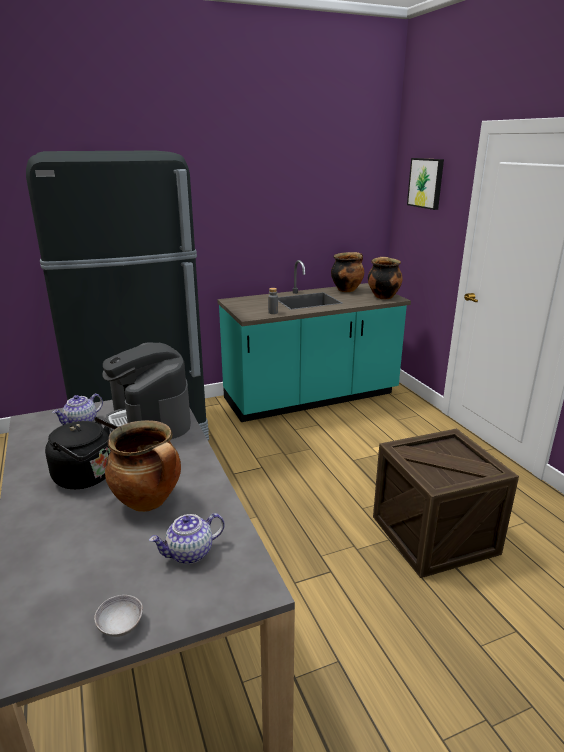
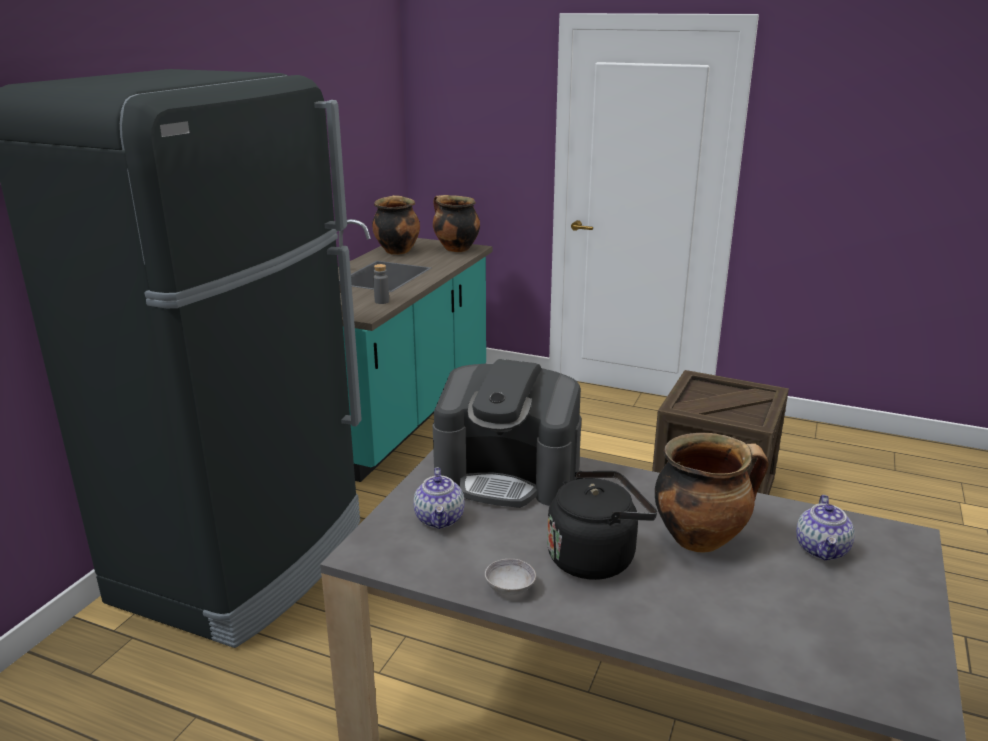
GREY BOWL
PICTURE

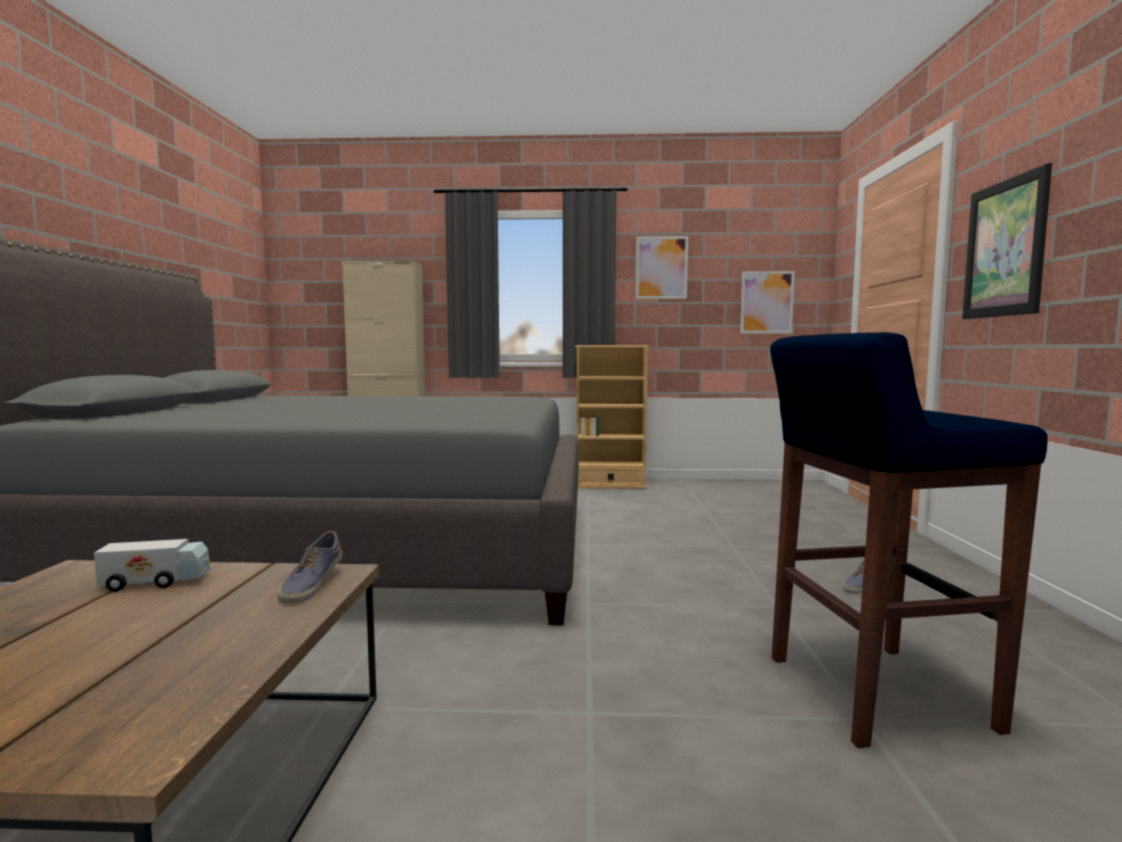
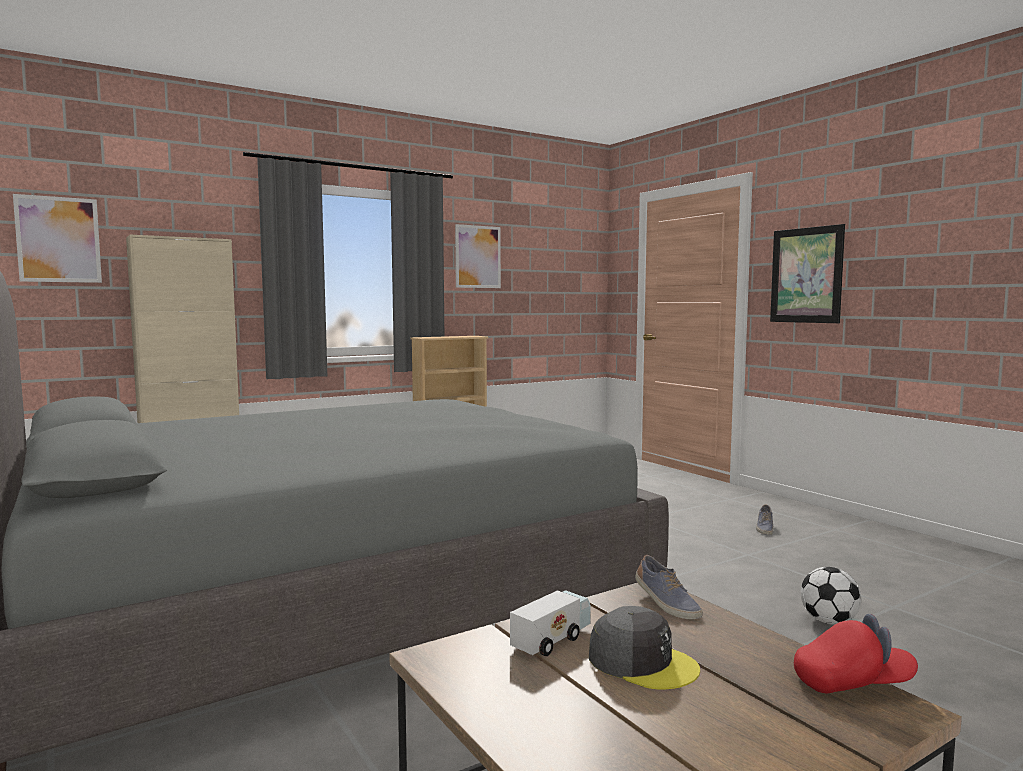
PICTURE (1st from left)
GREY CAP
RED CAP
FOOTBALL
BLUE STOOL

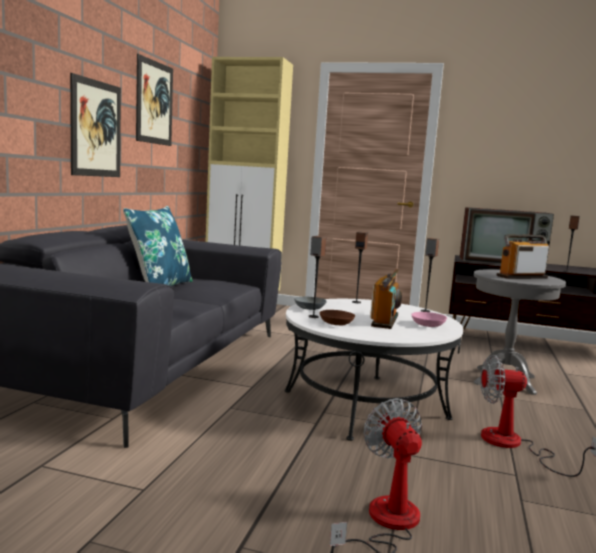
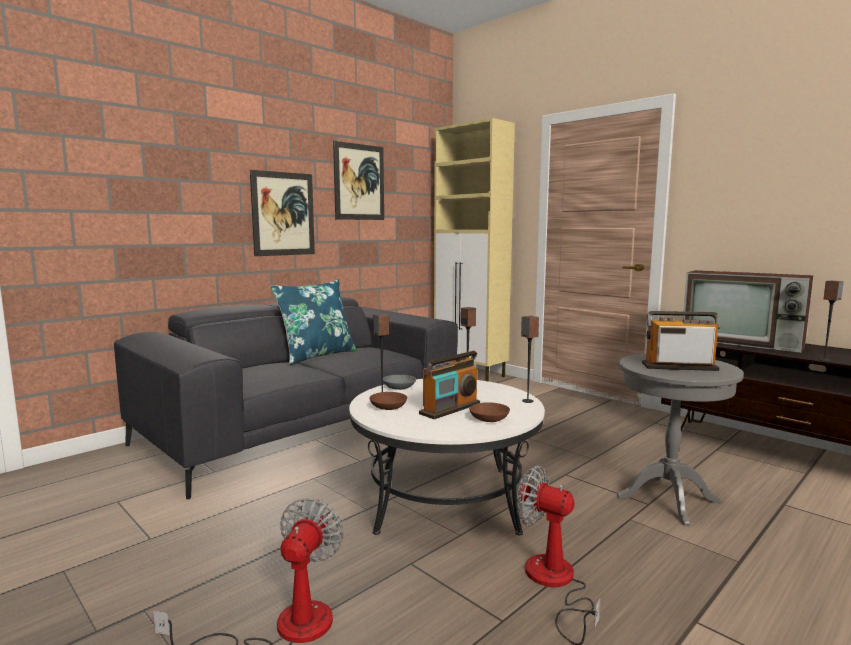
BROWN BOWL (2nd from left)

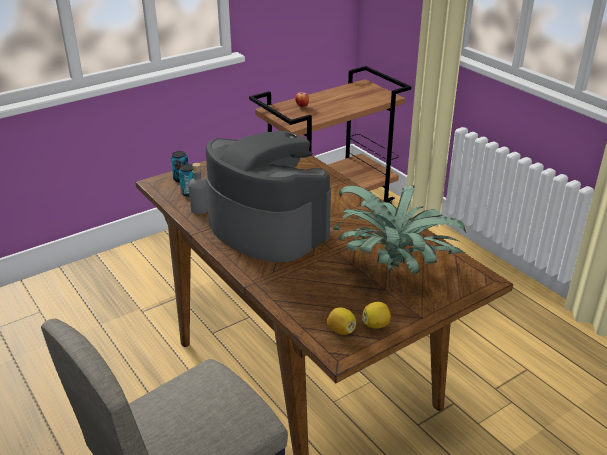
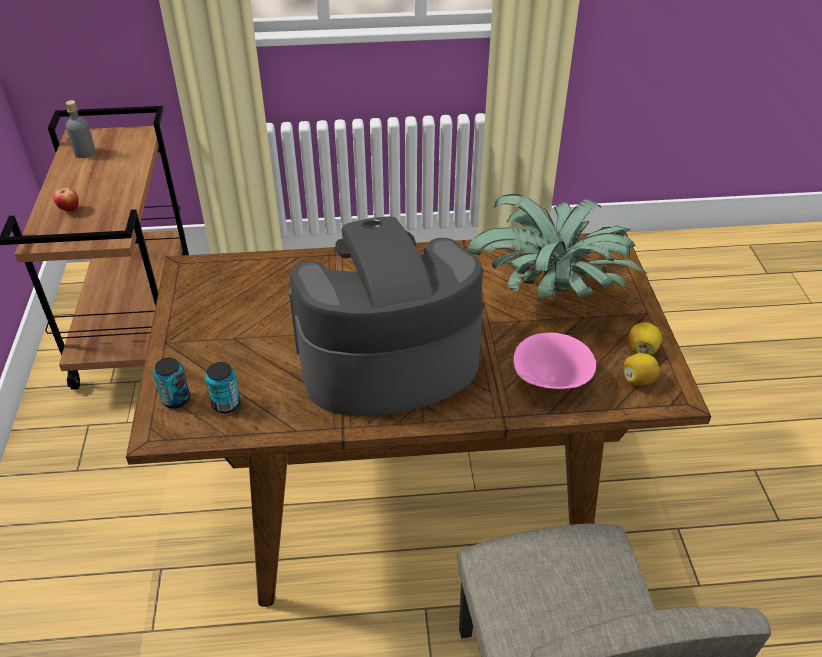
GREY BOTTLE
PINK BOWL

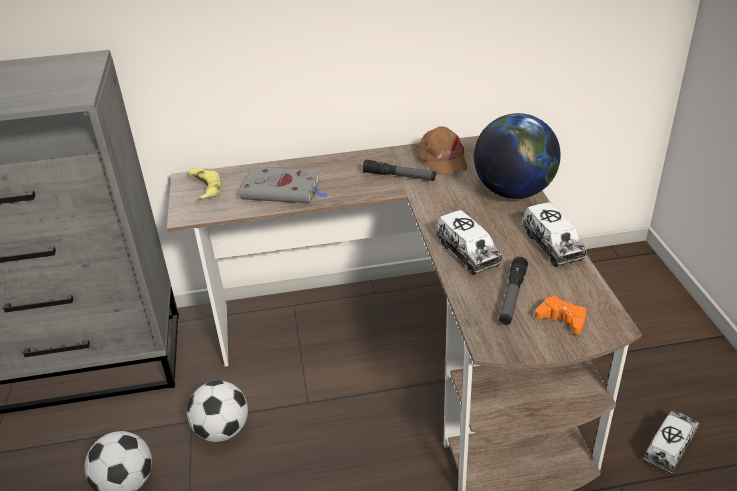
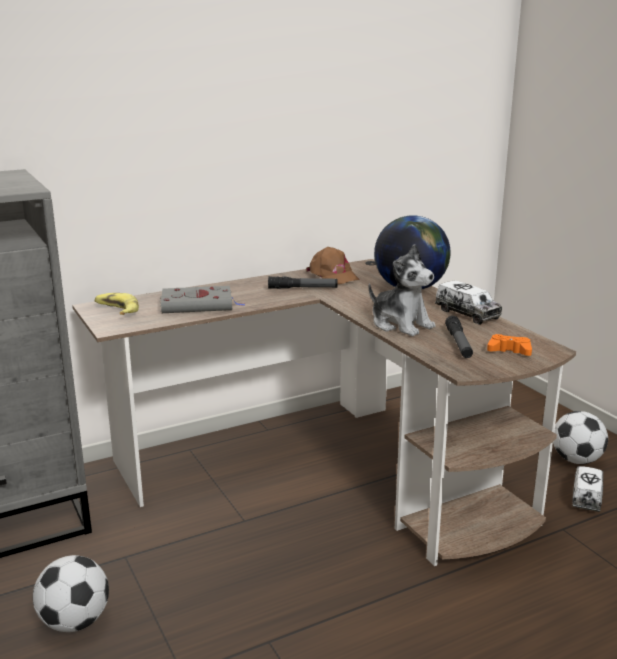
PLUSH TOY
FOOTBALL (2nd from left)

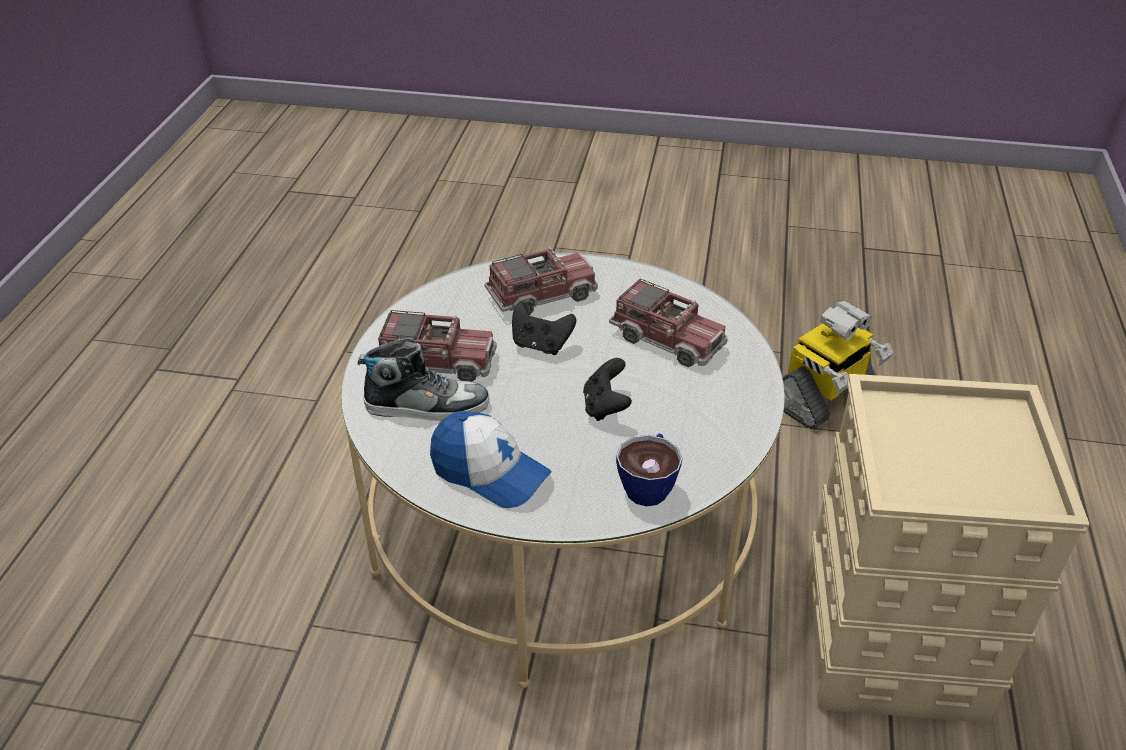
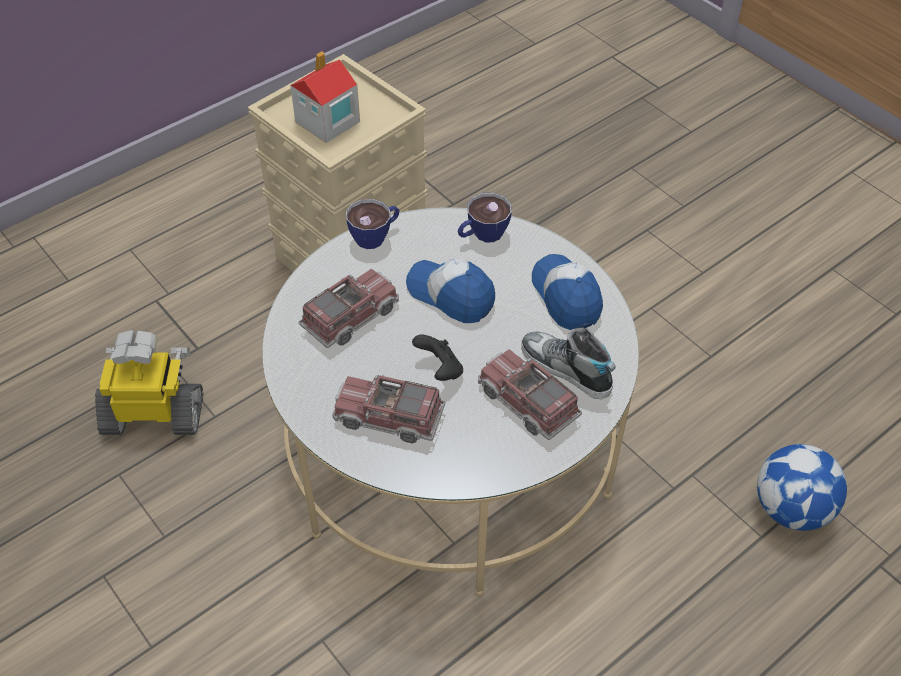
TOY HOUSE
TOY TRUCK (1st from left)
CUP (1st from left)
CAP (1st from left)
FOOTBALL

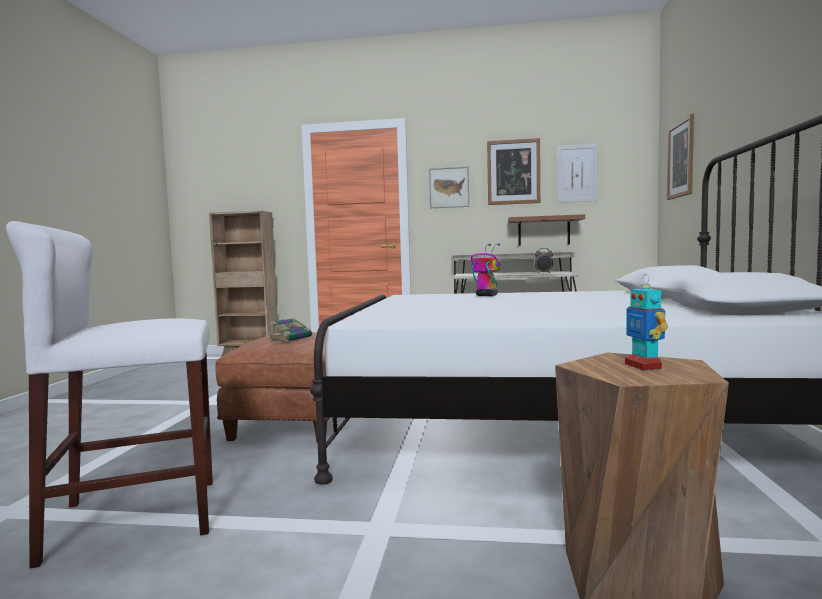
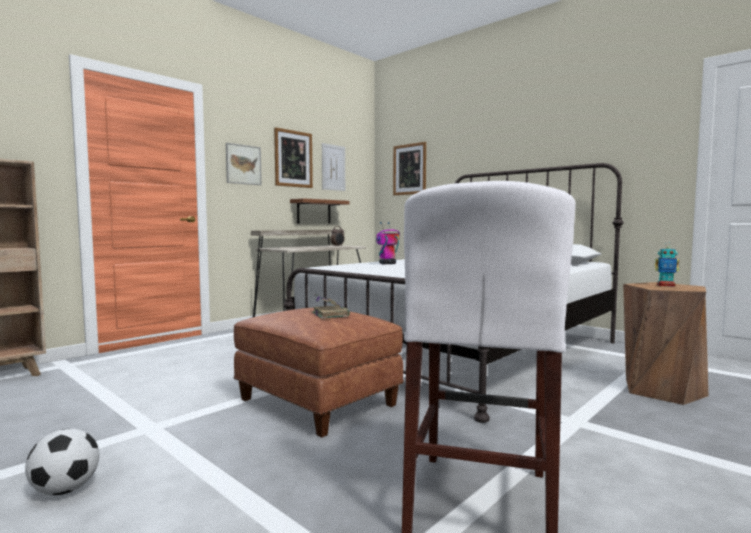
FOOTBALL

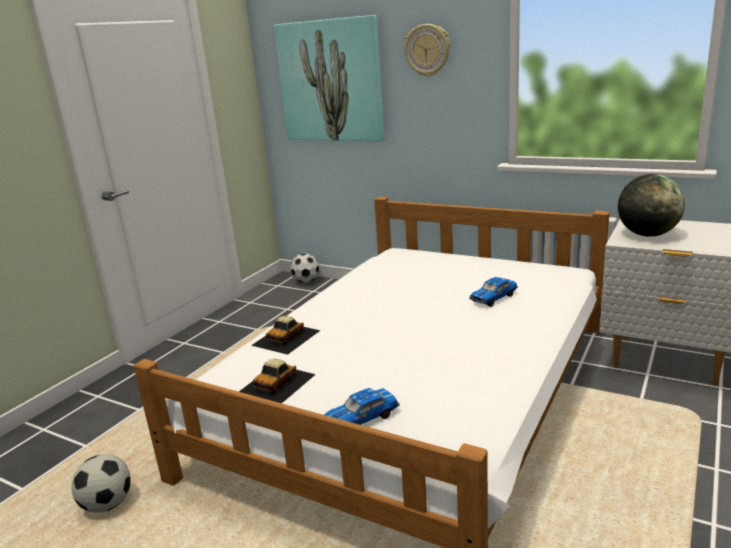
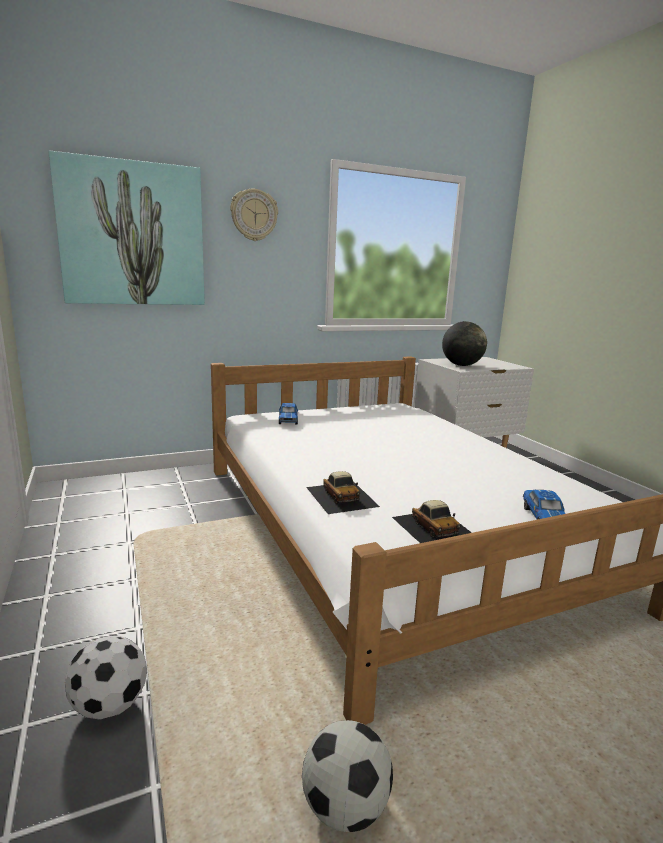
FOOTBALL (1st from left)
TOY CAR (1st from left)

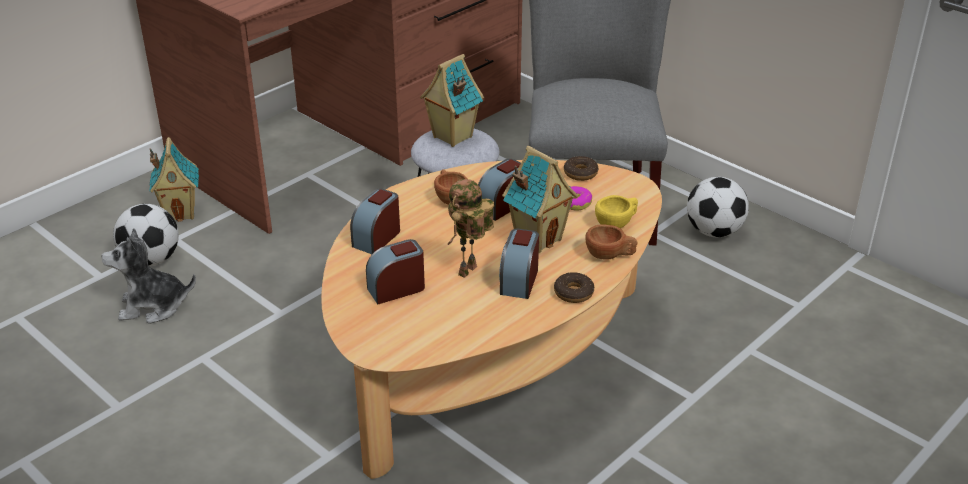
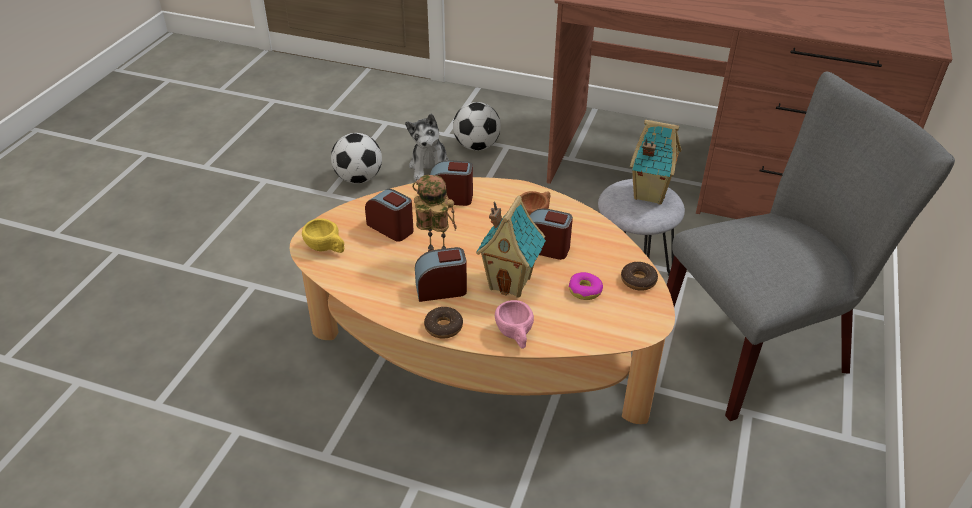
YELLOW CUP
FOOTBALL (1st from left)
PLUSH TOY
PINK CUP
TOY HOUSE (1st from left in the first image)

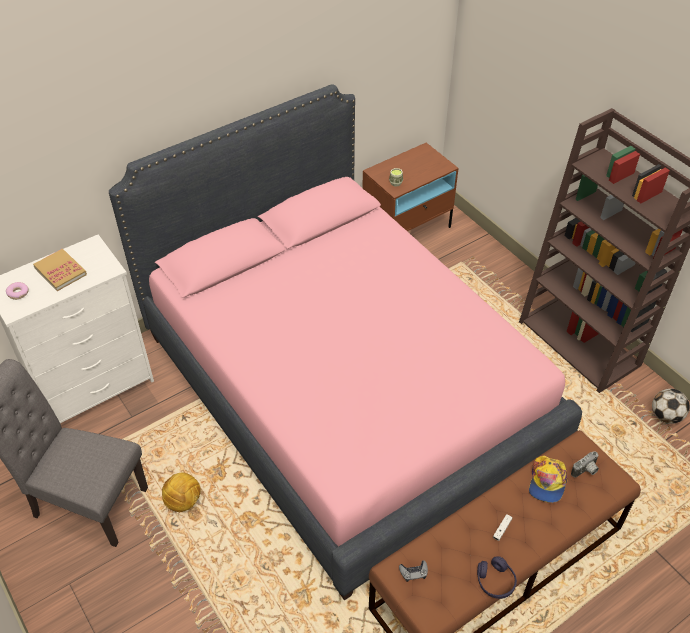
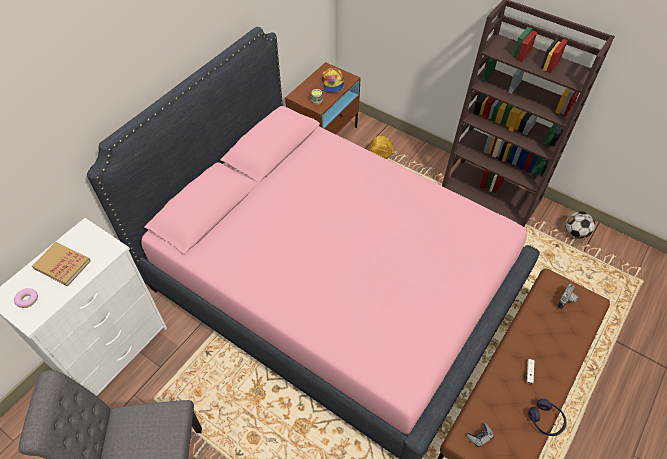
CAP
FOOTBALL (1st from left)

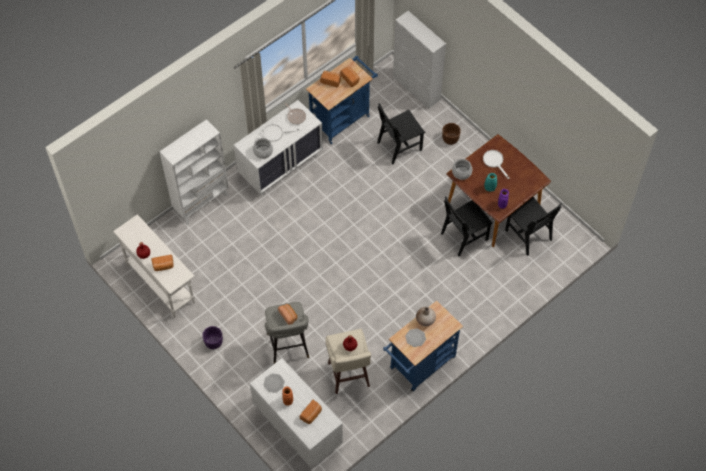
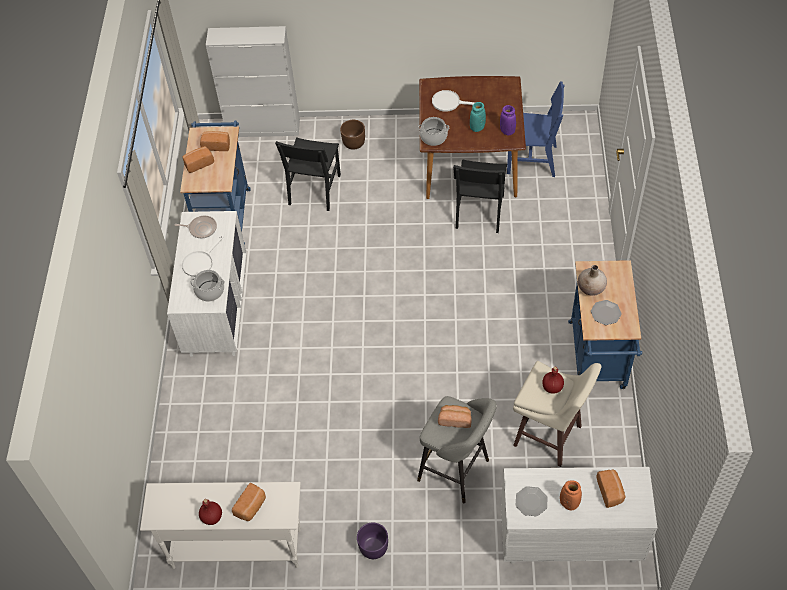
BLUE CHAIR
WHITE BOOKCASE

